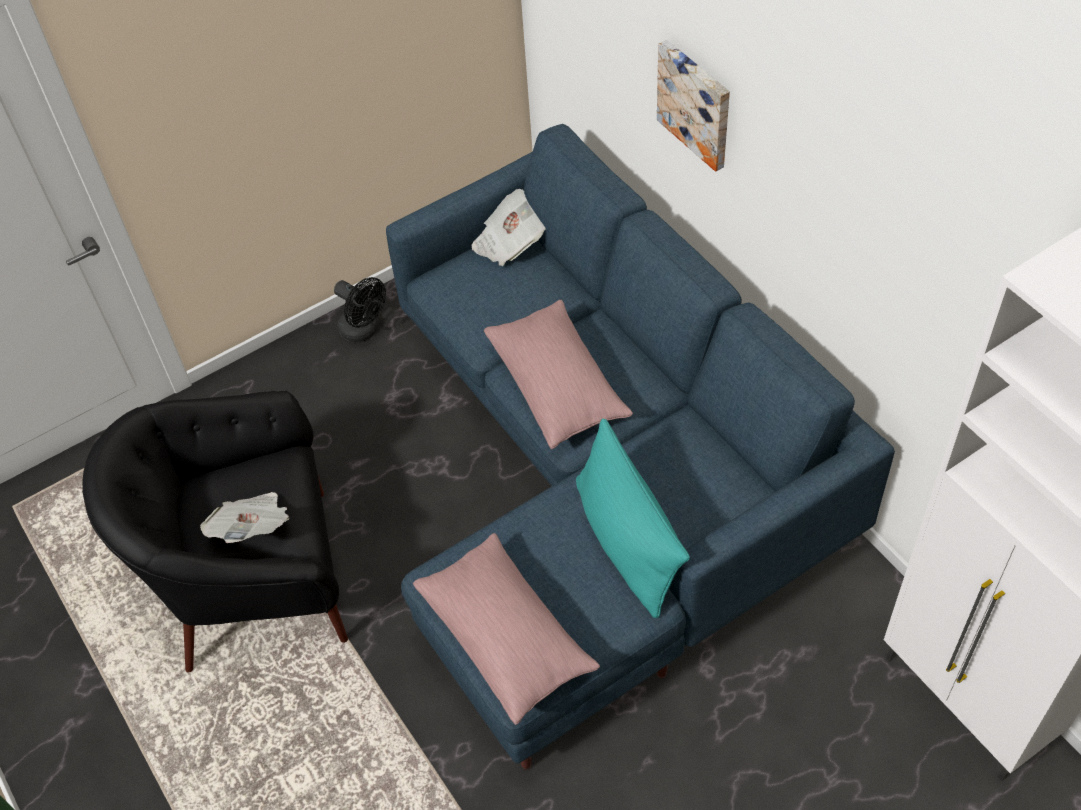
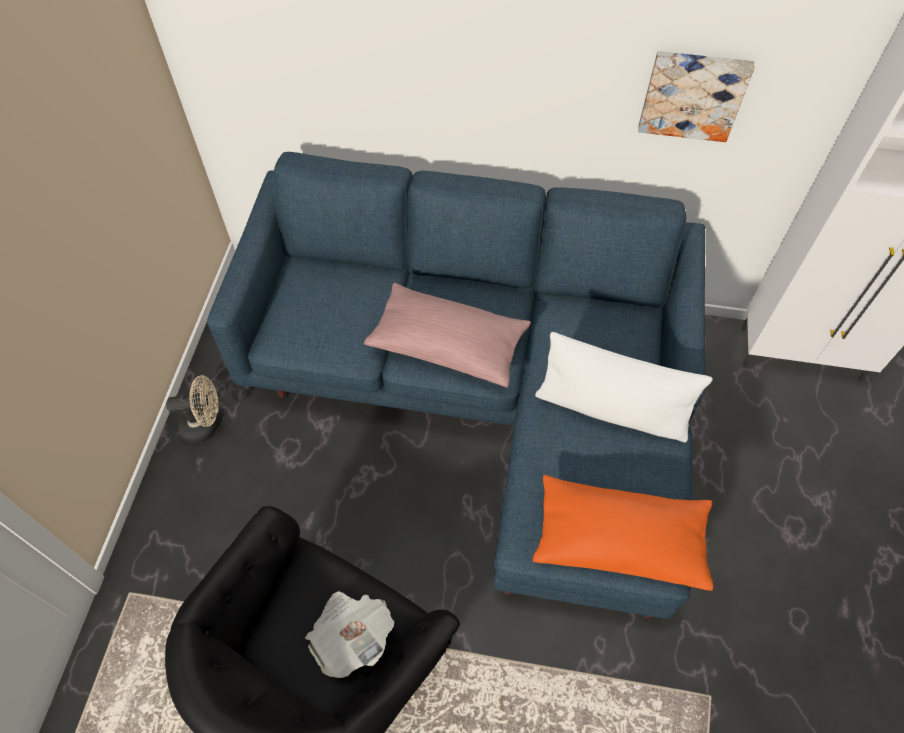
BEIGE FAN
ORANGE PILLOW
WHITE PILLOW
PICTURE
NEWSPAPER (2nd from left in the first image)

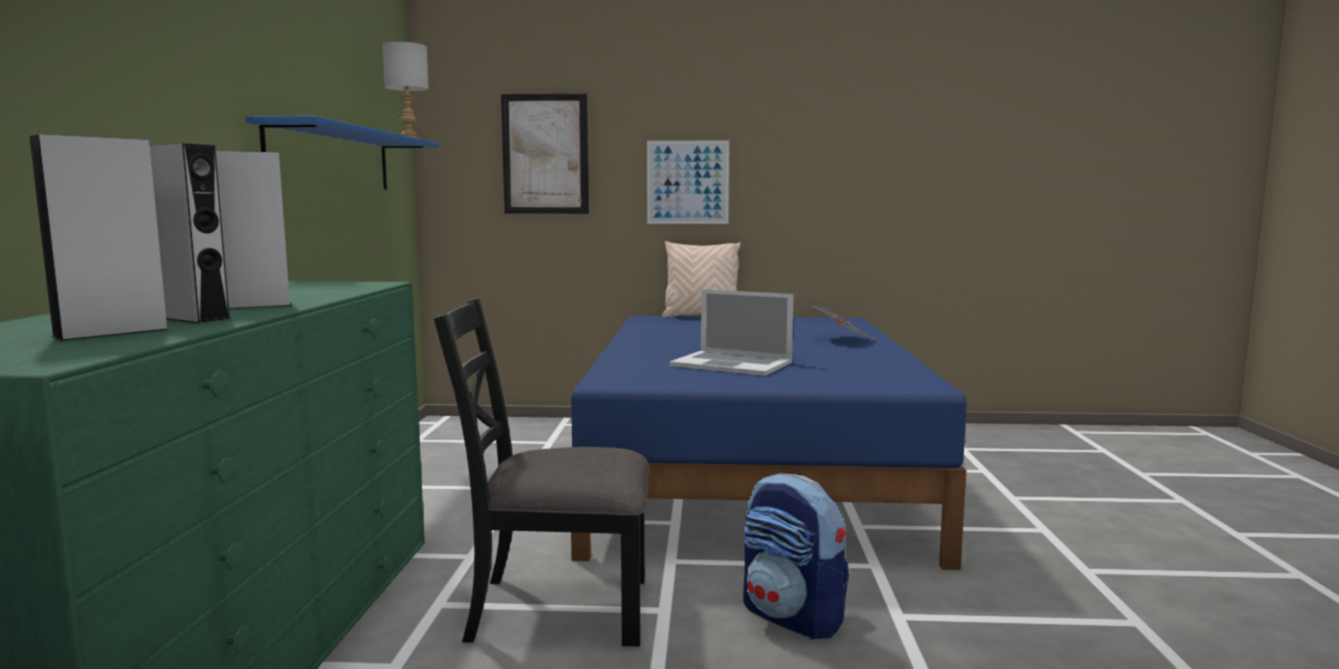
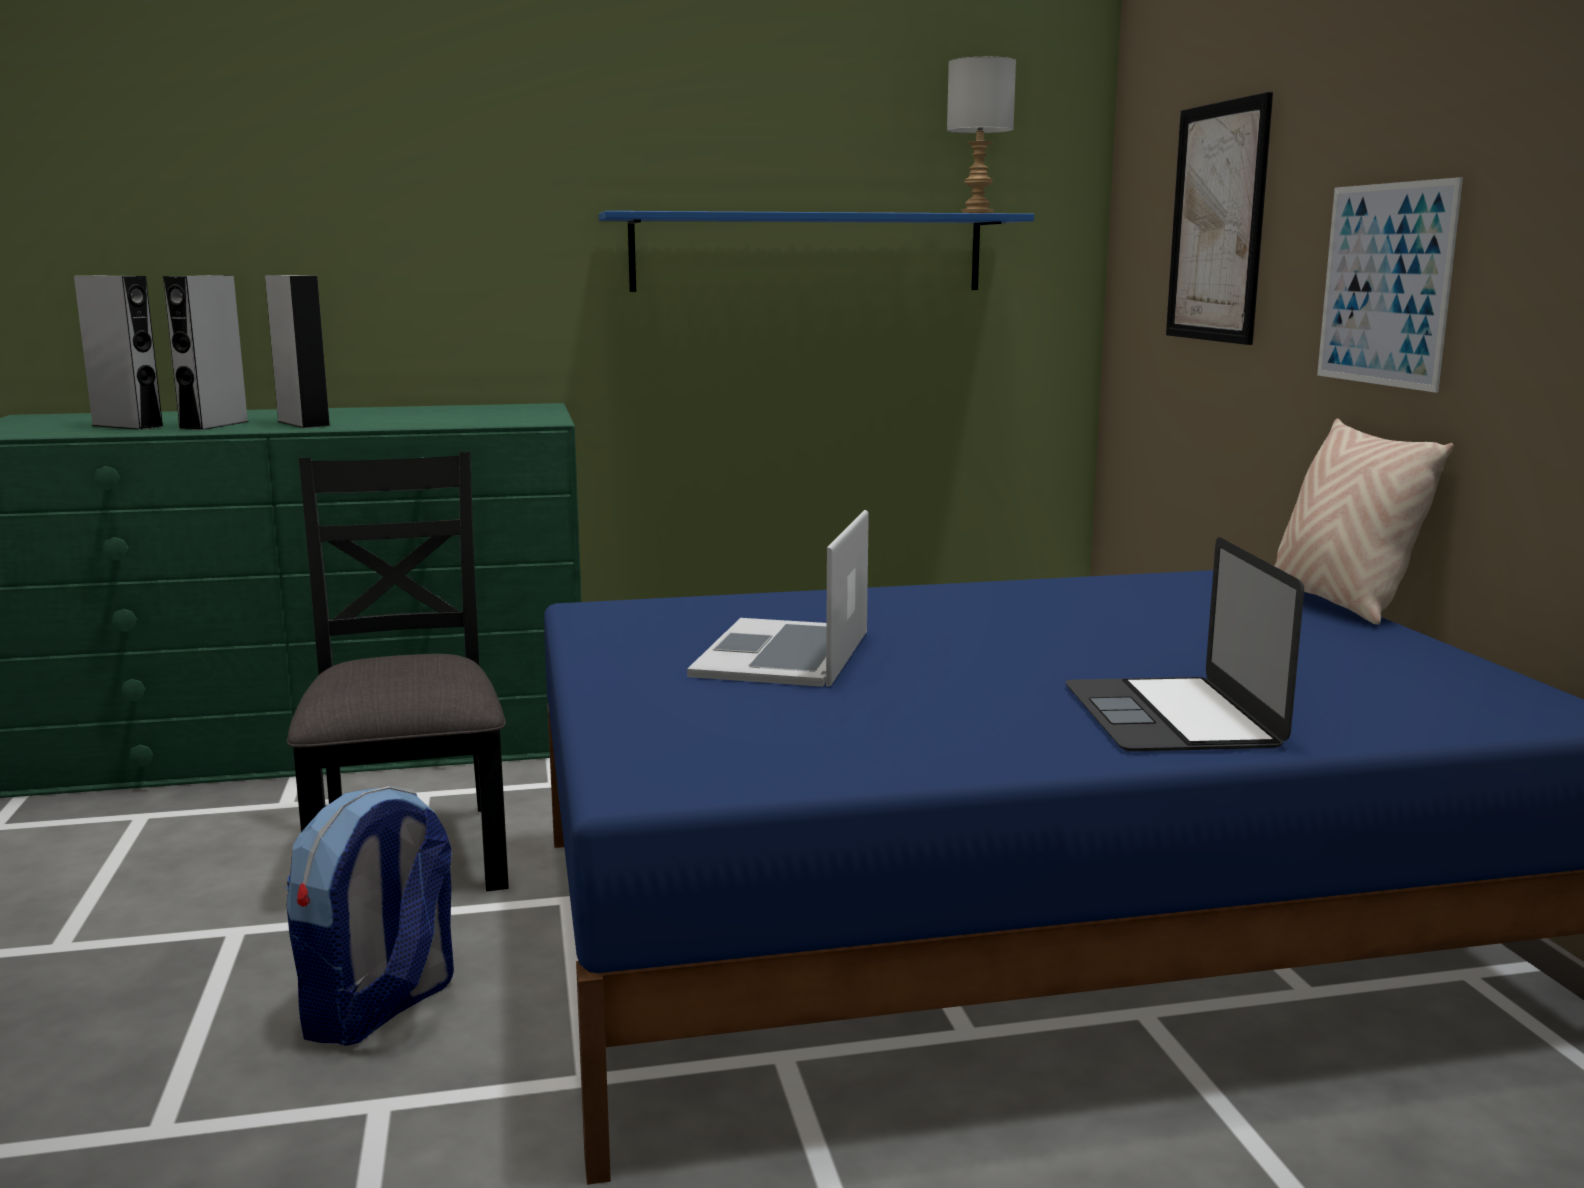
LAPTOP (2nd from left)

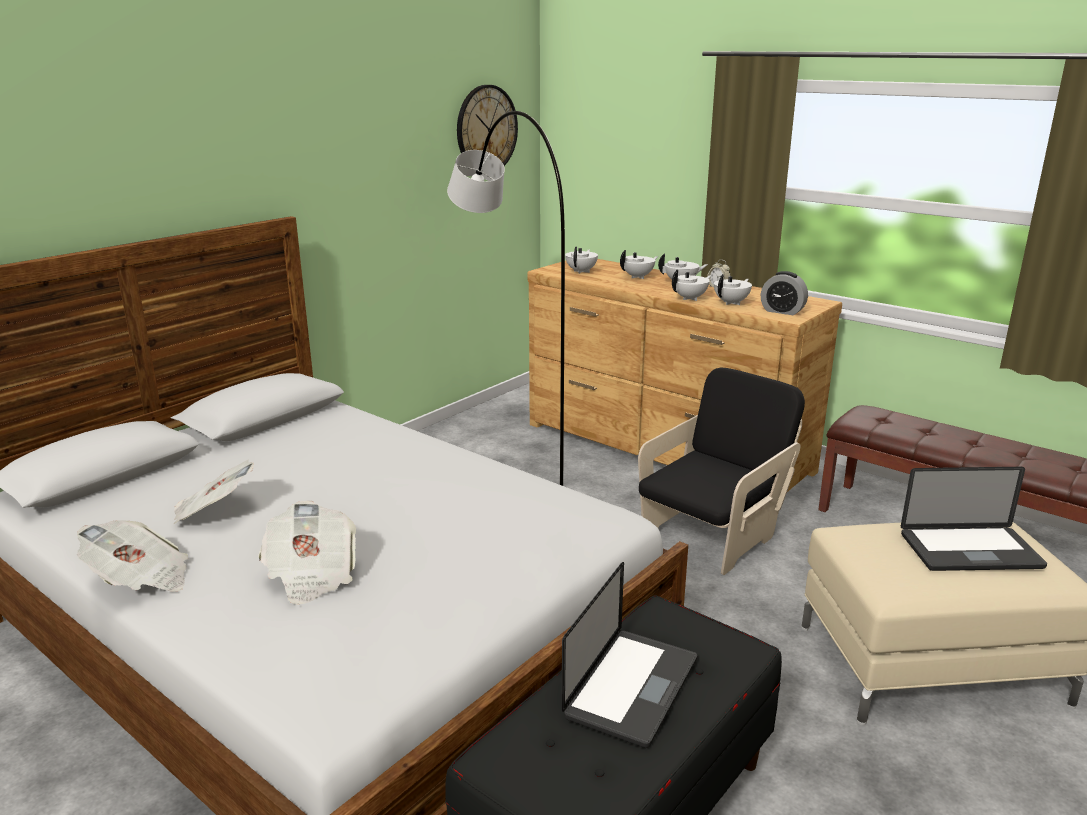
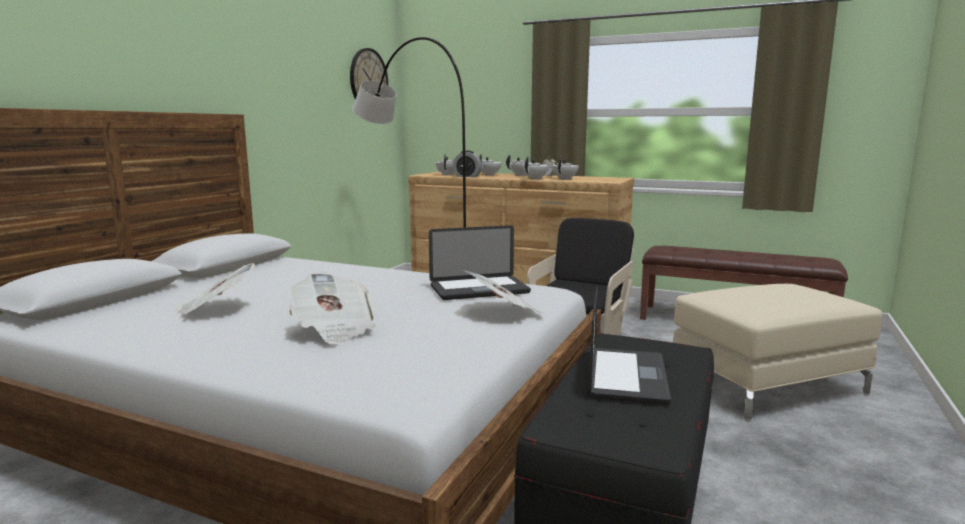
LAPTOP (1st from left)
ALARM CLOCK (1st from left)
NEWSPAPER (3rd from left)

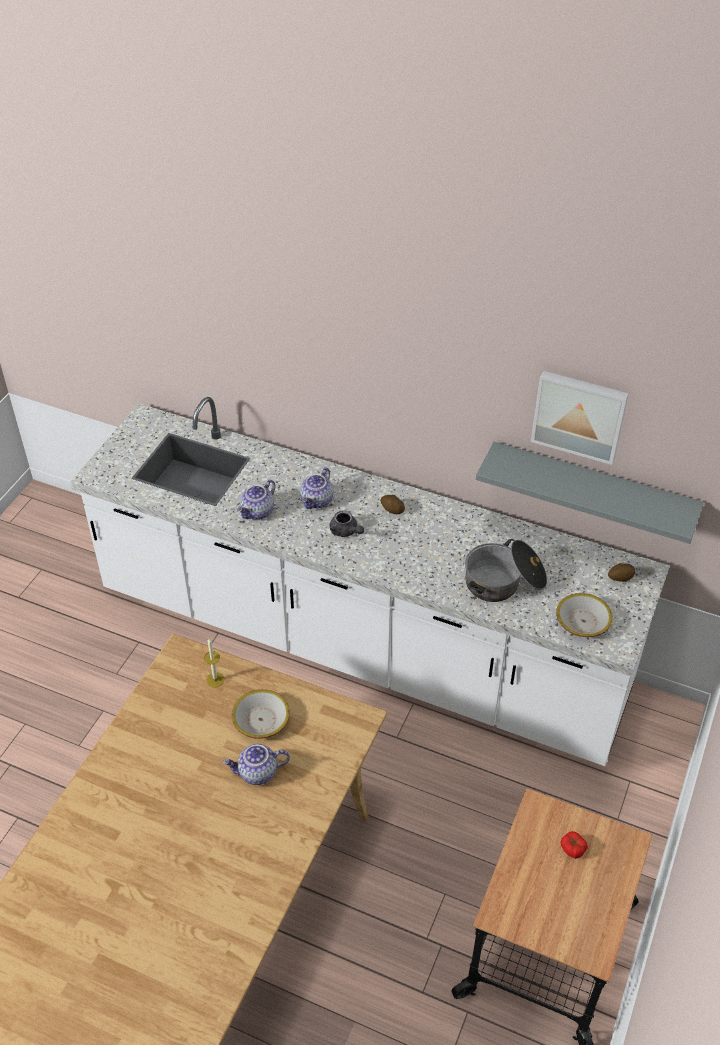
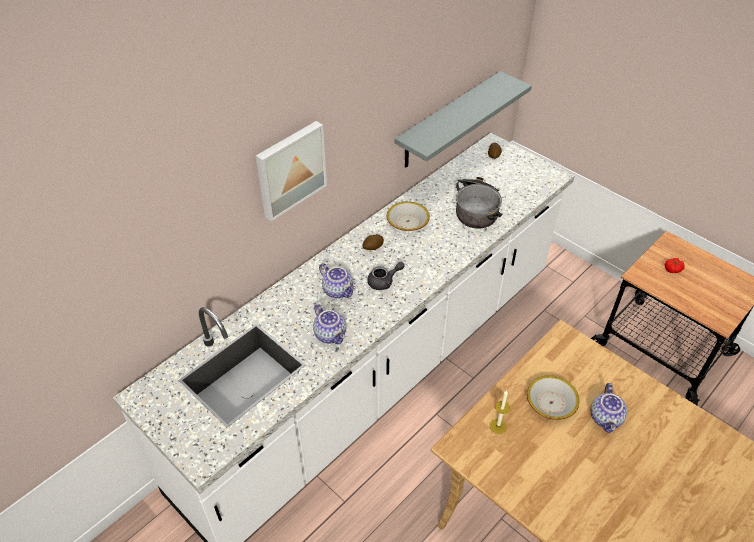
PICTURE
BOWL (1st from left)

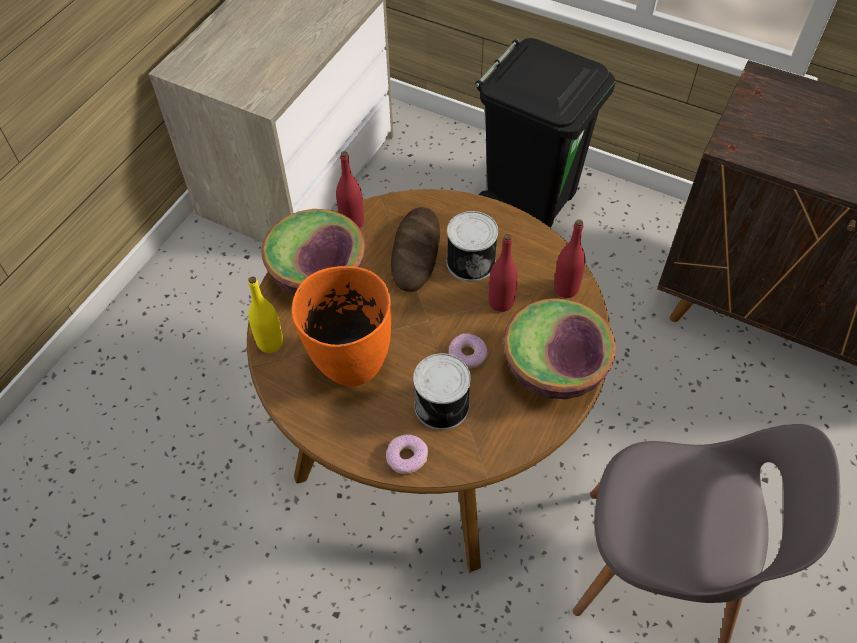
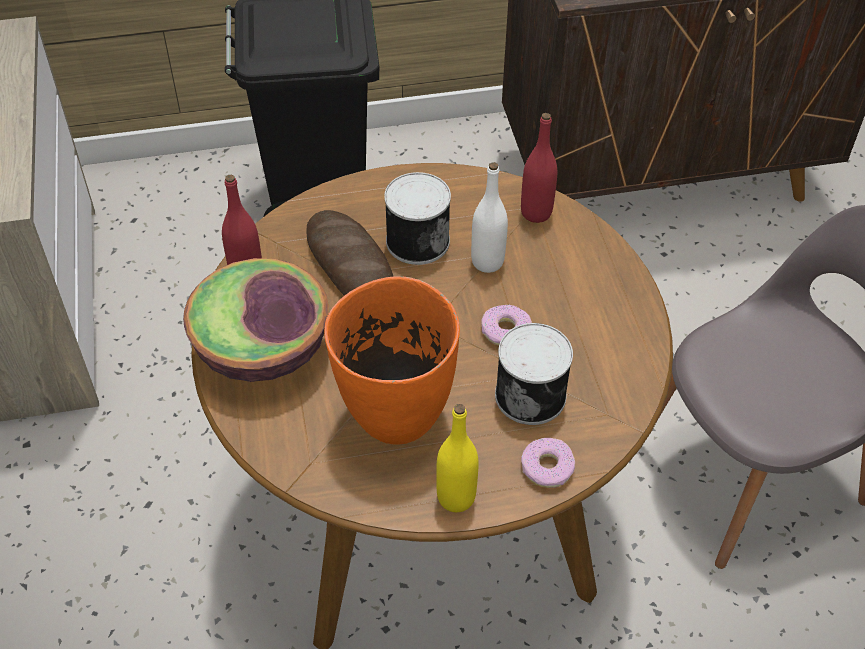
YELLOW BOTTLE
WHITE BOTTLE
BOWL (2nd from left in the first image)

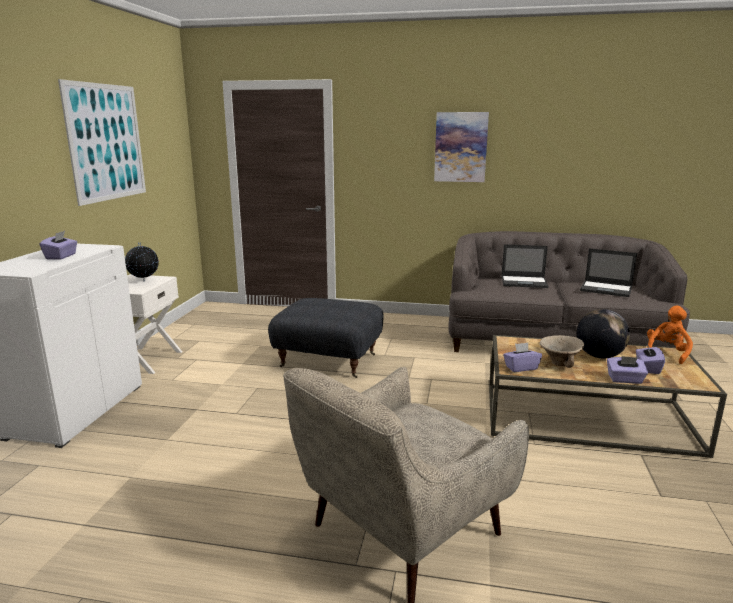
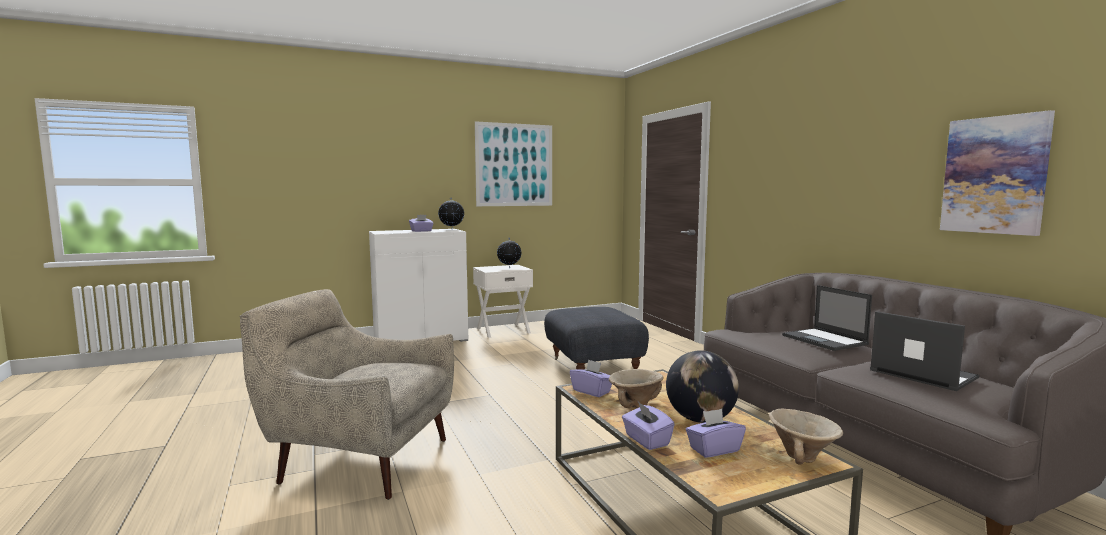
GLOBE (1st from left)
BEIGE BOWL (2nd from left)
LAPTOP (2nd from left)
PICTURE (2nd from left)

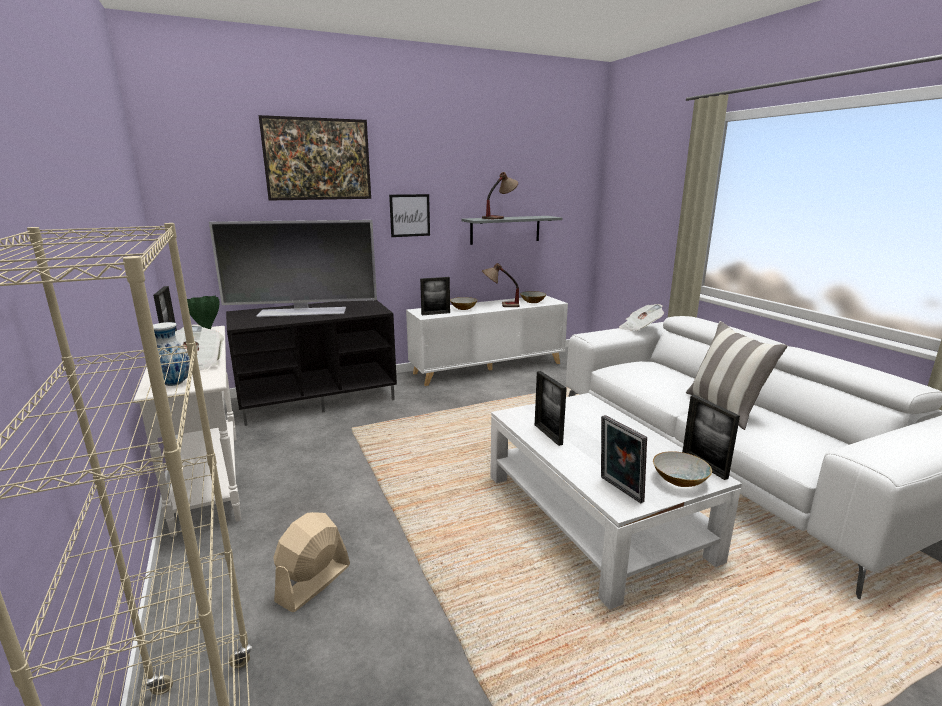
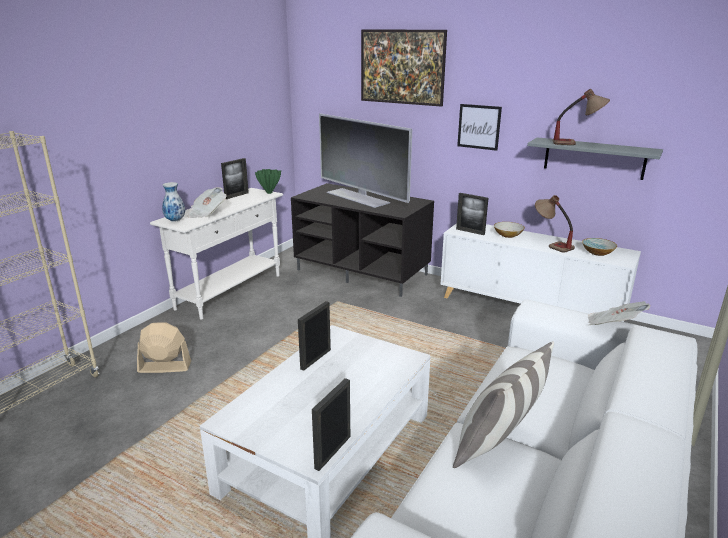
PICTURE FRAME (4th from left in the first image)
BOWL (3rd from left in the first image)

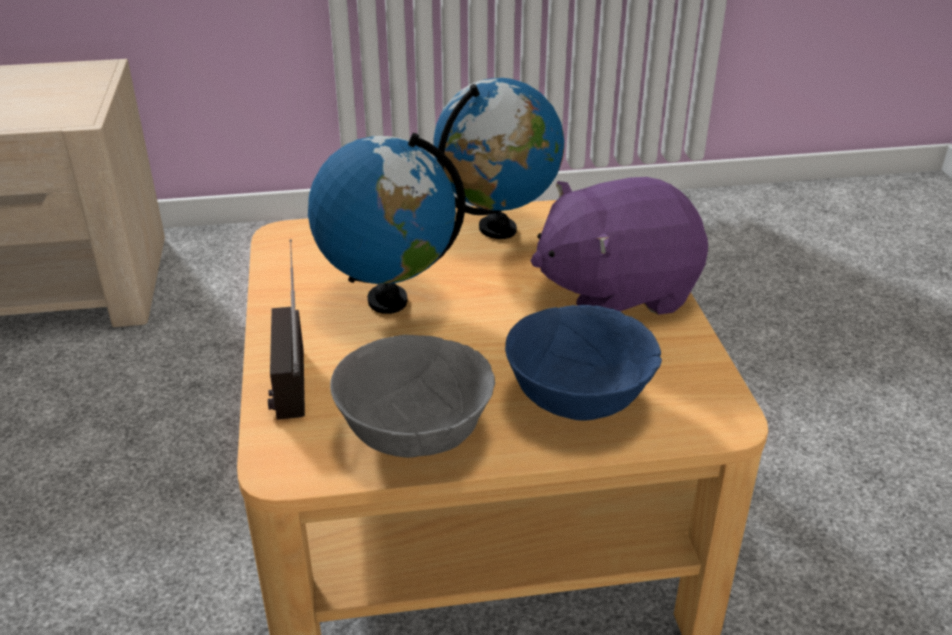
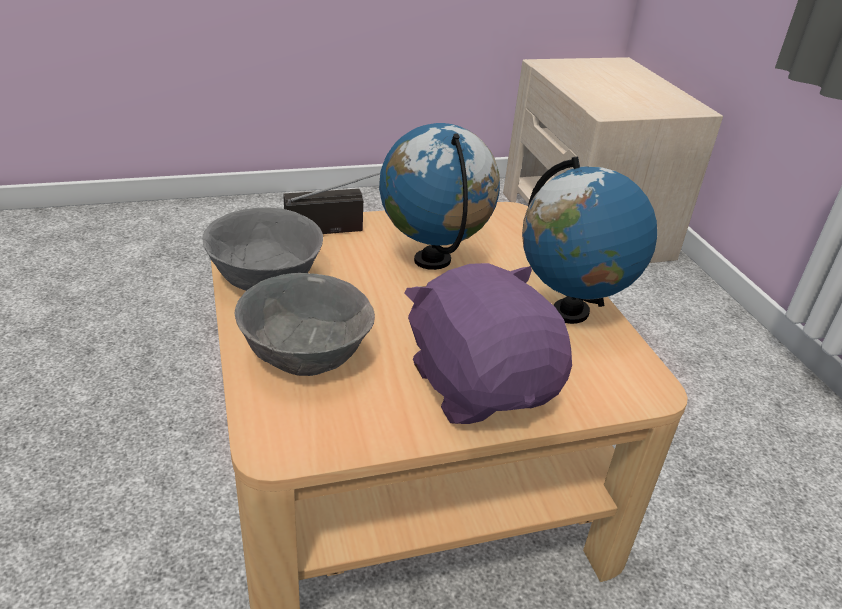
GREY BOWL (2nd from left)

